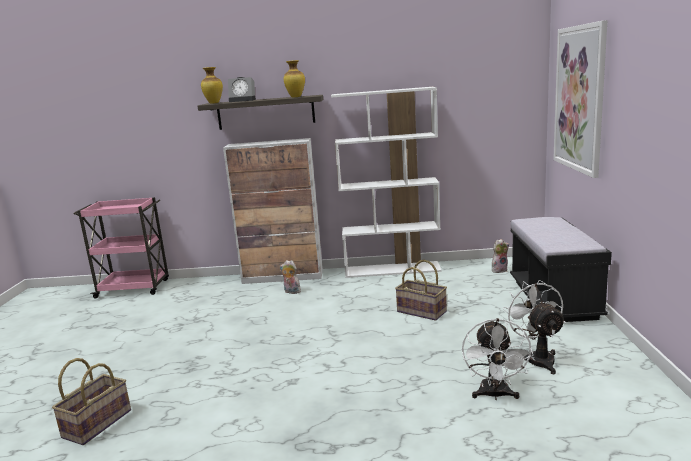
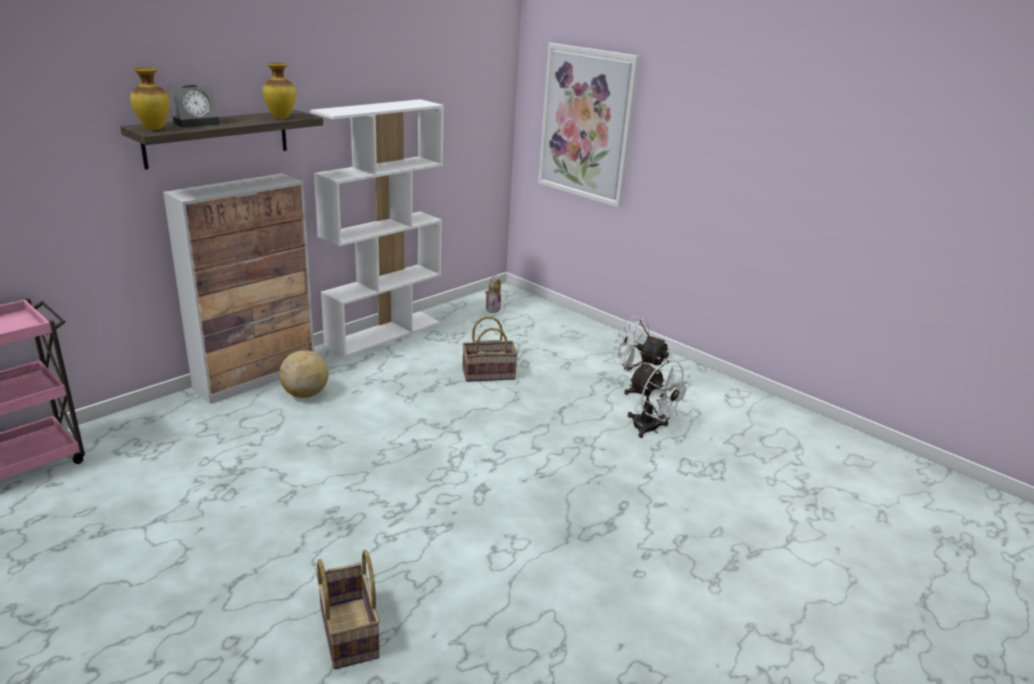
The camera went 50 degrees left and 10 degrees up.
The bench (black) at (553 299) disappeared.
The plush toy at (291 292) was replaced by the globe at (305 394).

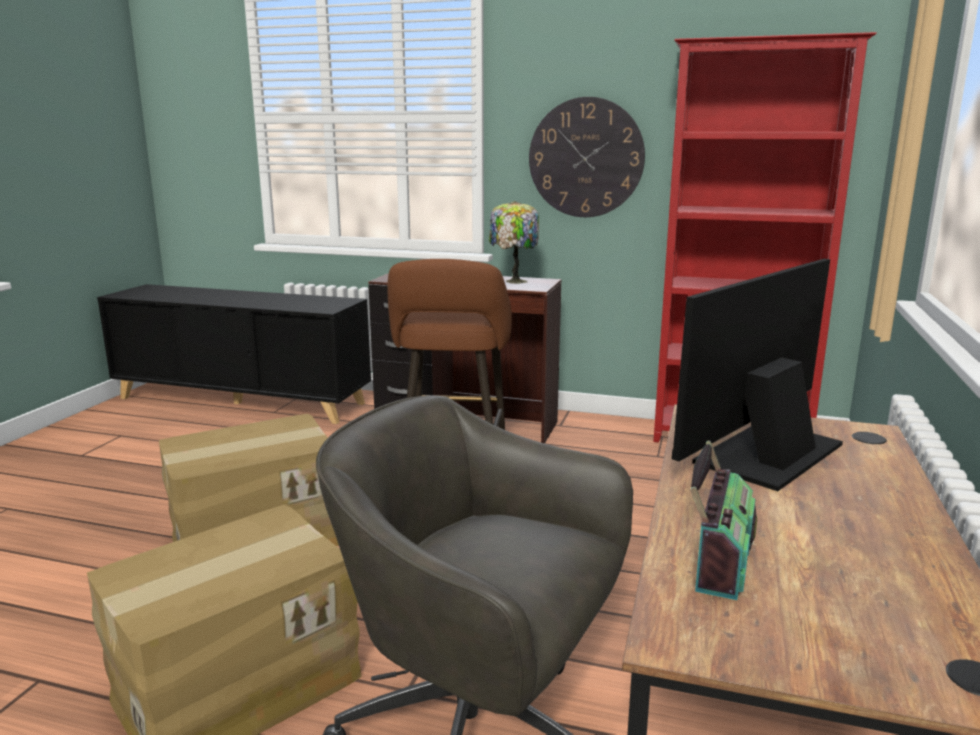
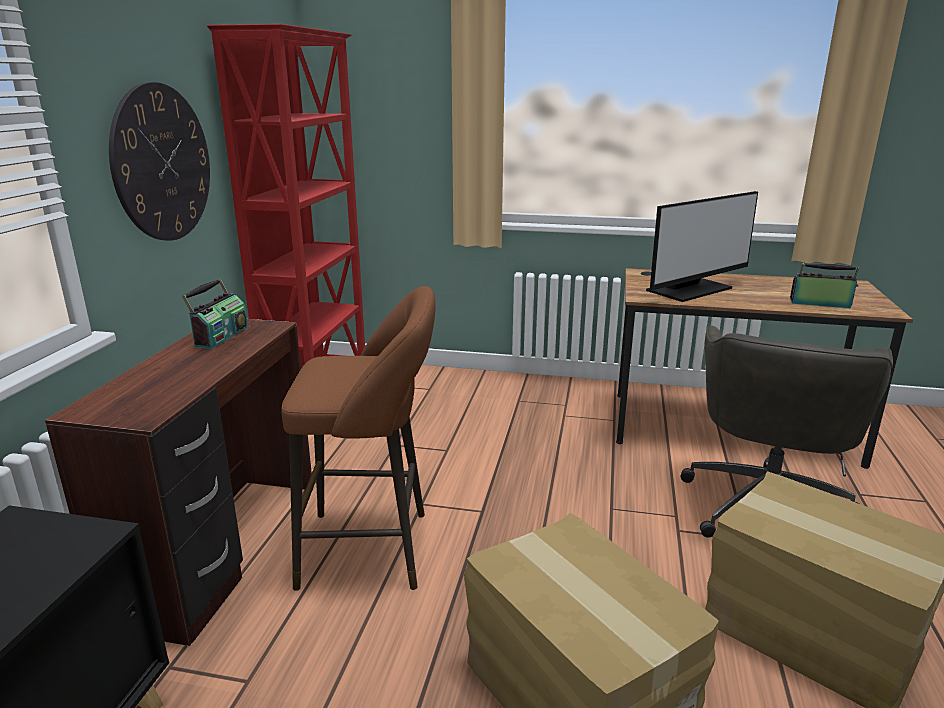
The camera went 95 degrees left and 5 degrees up.
The table lamp at (514 281) was replaced by the radio at (220 336).
The monitor at (765 453) turned 75 degrees counterclockwise.

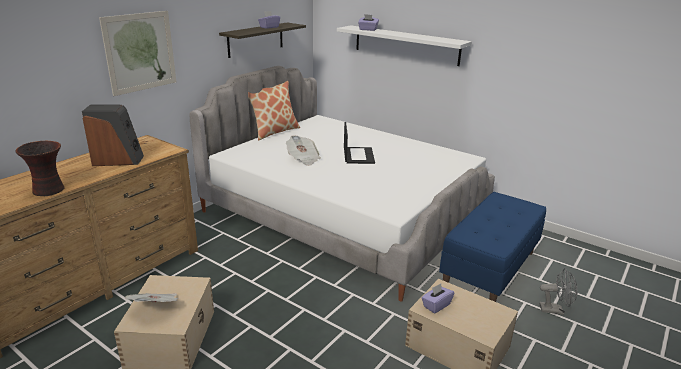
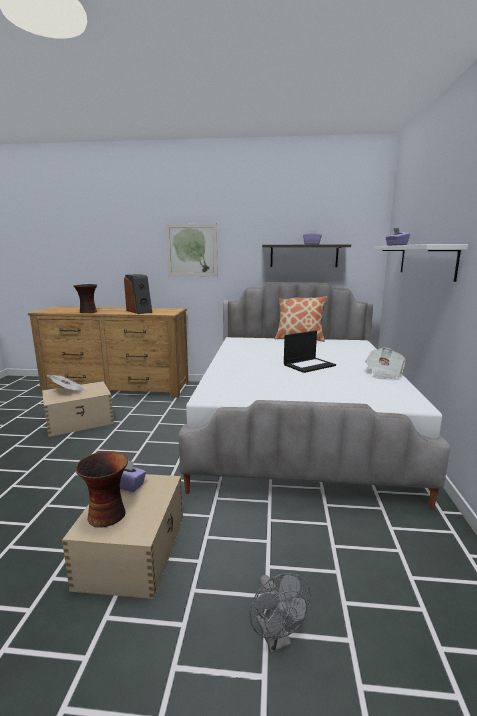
The camera went 60 degrees right and 10 degrees down.
The newspaper moved from (303 159) to (383 374).
The bench (blue) at (489 269) disappeared.
The vase at (108 514) appeared.

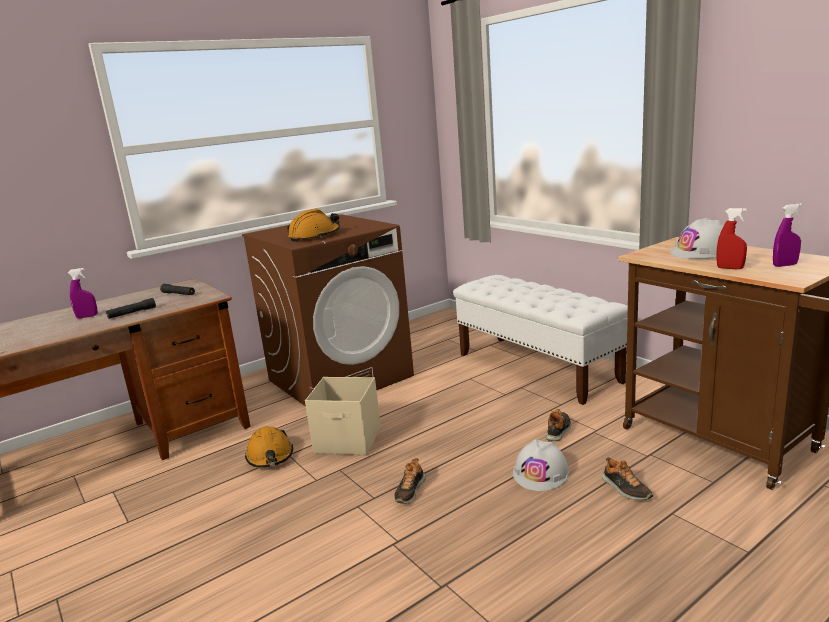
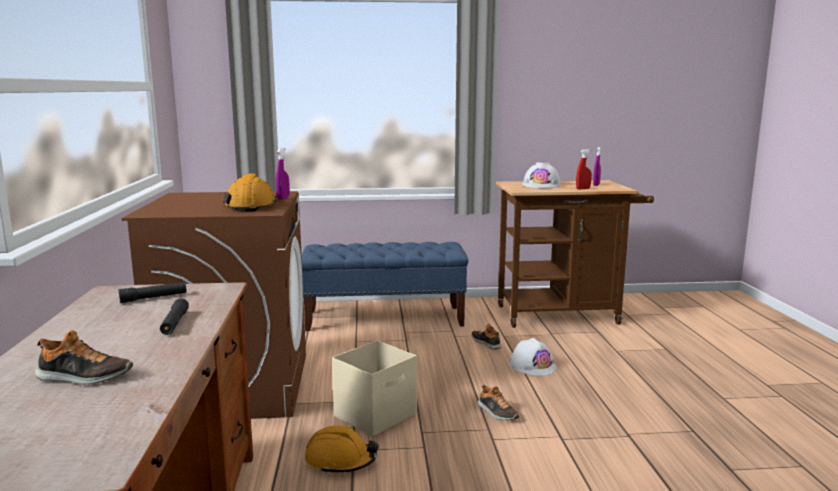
The camera went 60 degrees left and 5 degrees down.
The spray bottle (purple) moved from (87 316) to (283 198).
The bench (white) at (537 368) became the bench (blue) at (385 318).
The shoe moved from (625 489) to (84 377).

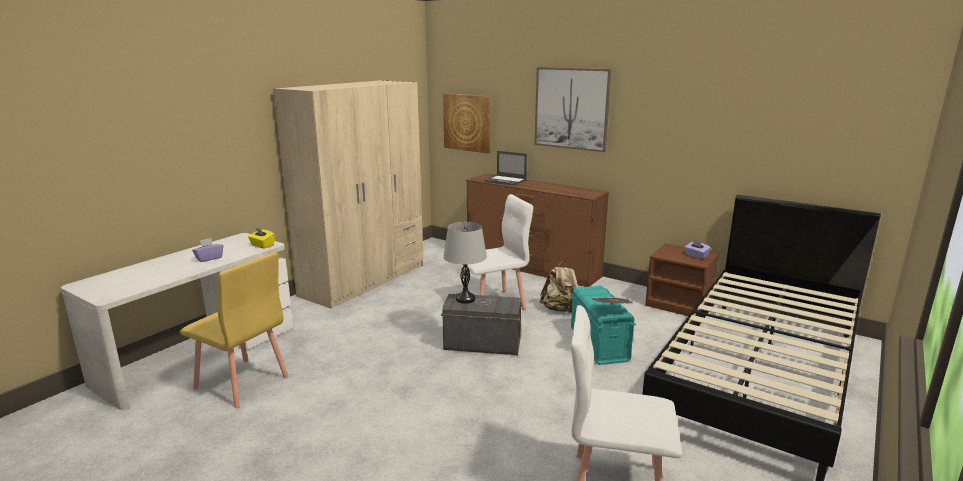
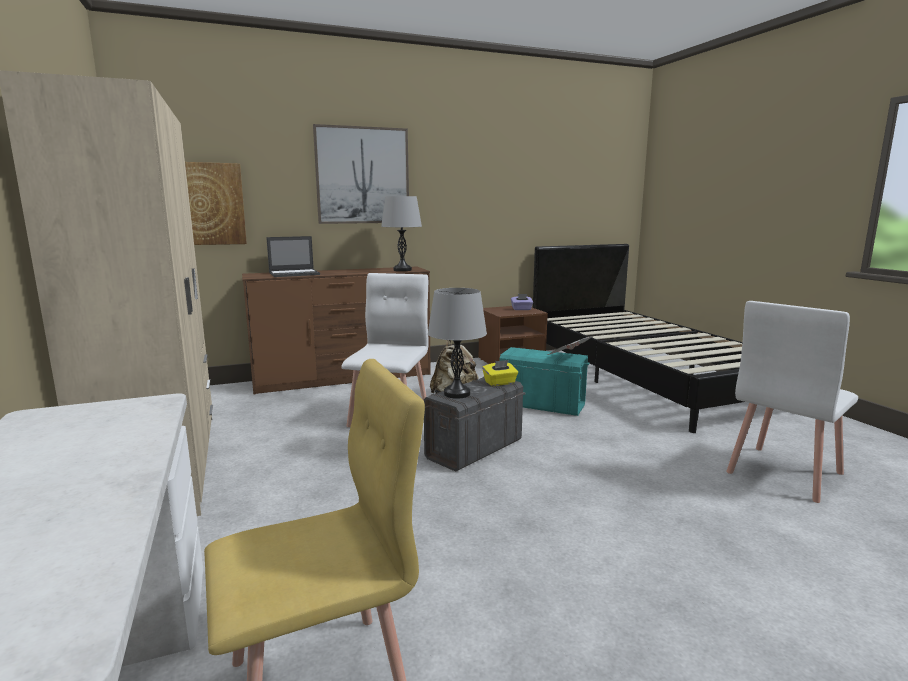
The camera went 55 degrees left and 5 degrees down.
The tissue box (yellow) moved from (262 245) to (500 383).
The tissue box (purple) at (209 258) disappeared.
The table lamp (grey) at (402 270) appeared.

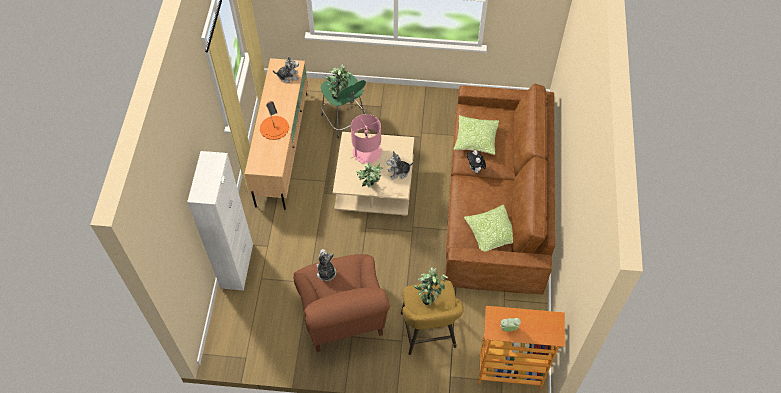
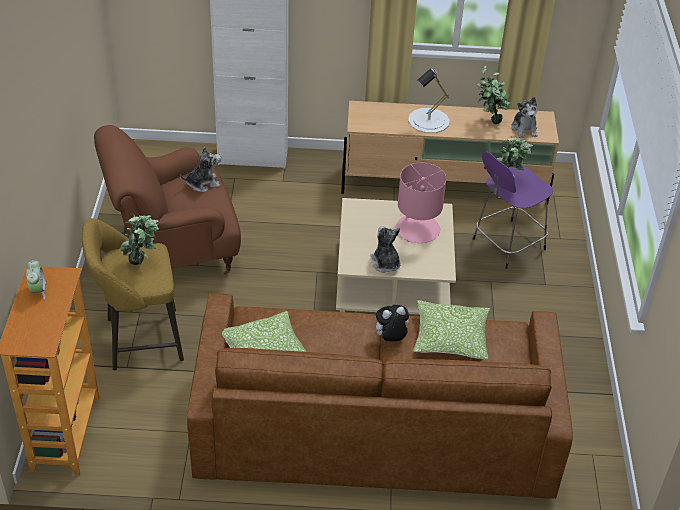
The camera went 85 degrees right and 15 degrees down.
The stool (green) at (344 121) became the stool (purple) at (506 245).
The table lamp (orange) at (274 128) became the table lamp (white) at (428 121).
The potted plant moved from (370 187) to (489 121).

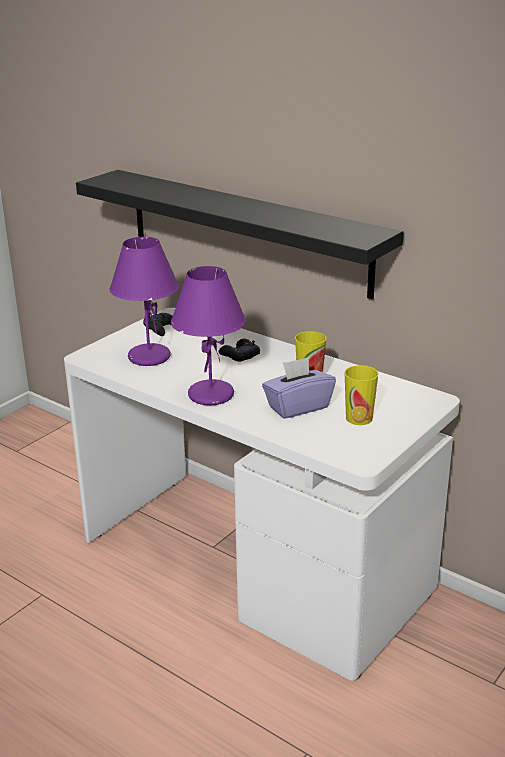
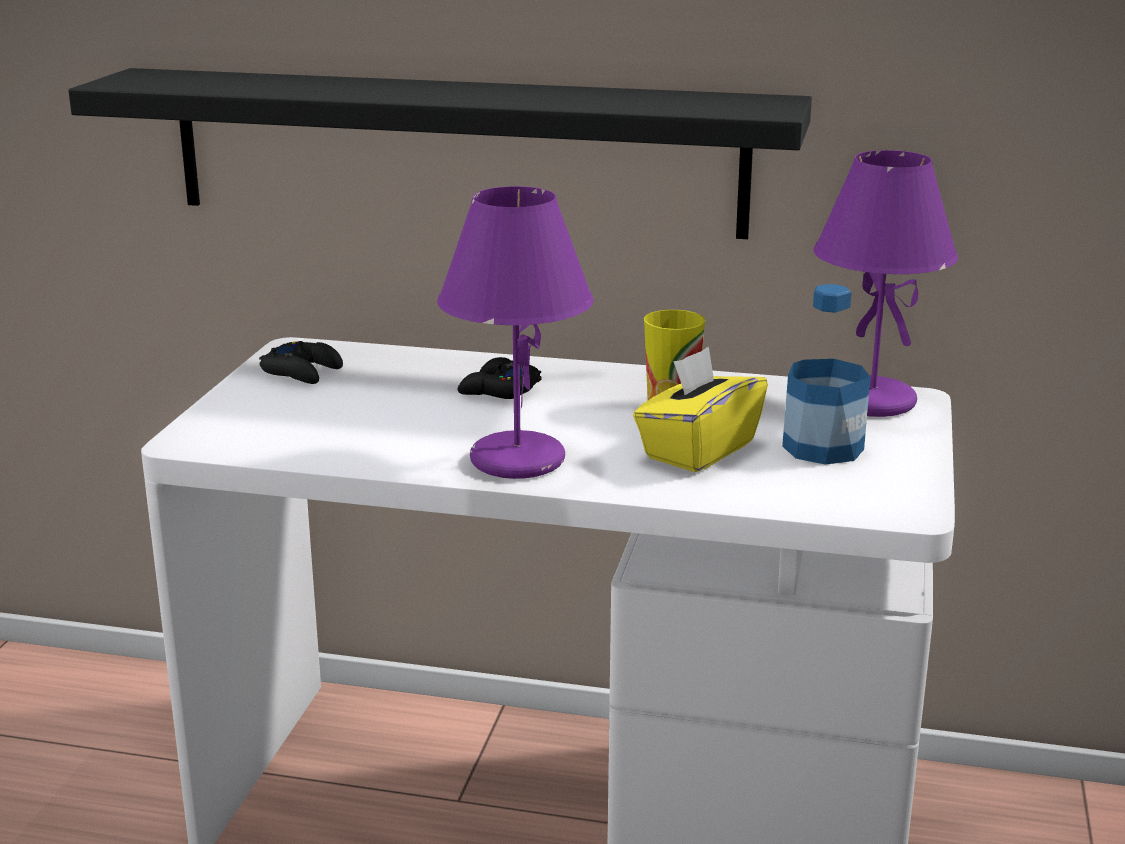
The camera went 25 degrees left and 5 degrees down.
The table lamp (purple) moved from (148 357) to (870 402).
The tissue box (purple) at (298 407) became the tissue box (yellow) at (698 450).
The cup at (359 418) was replaced by the bottle at (823 447).

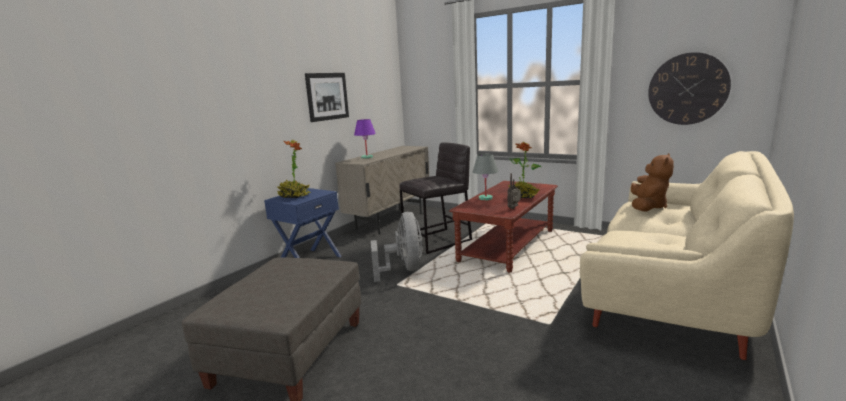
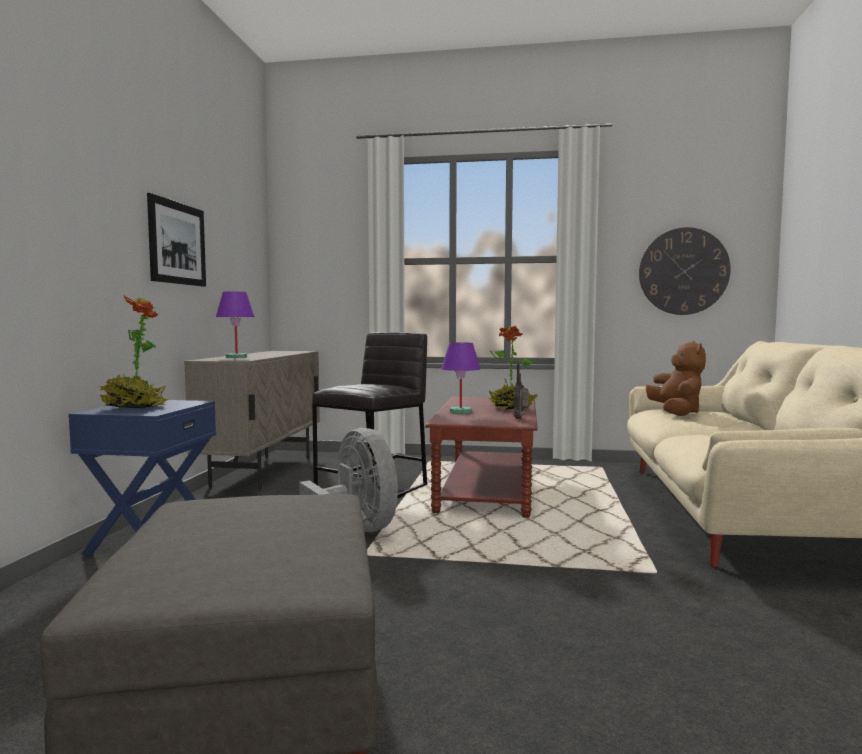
The camera went 25 degrees left and 10 degrees down.
The table lamp (grey) at (485 198) became the table lamp (purple) at (460 411).

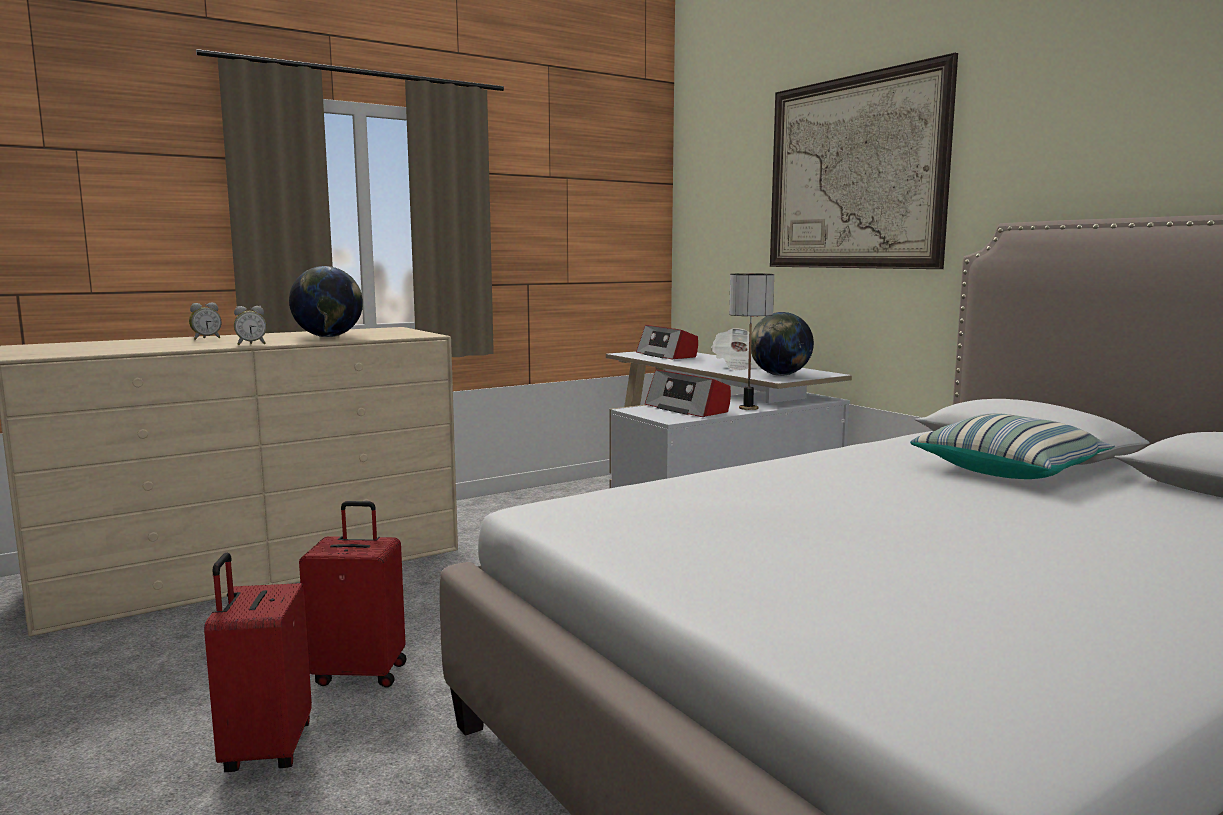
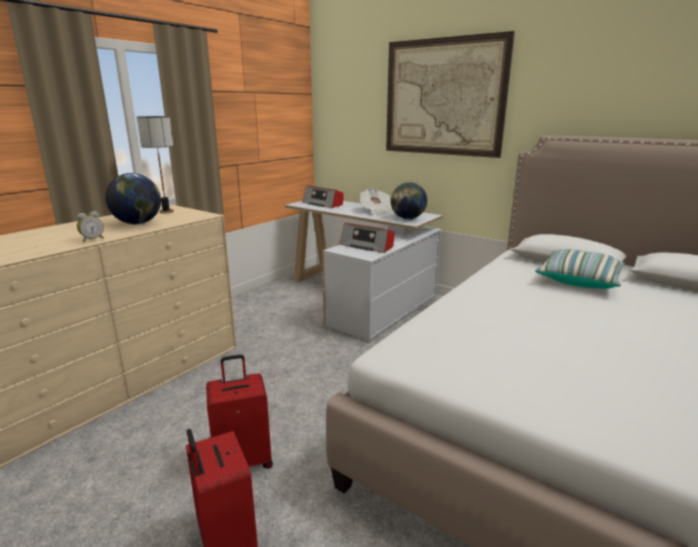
The camera went 20 degrees left and 10 degrees up.
The table lamp moved from (748 408) to (166 211).
The alarm clock at (206 338) disappeared.

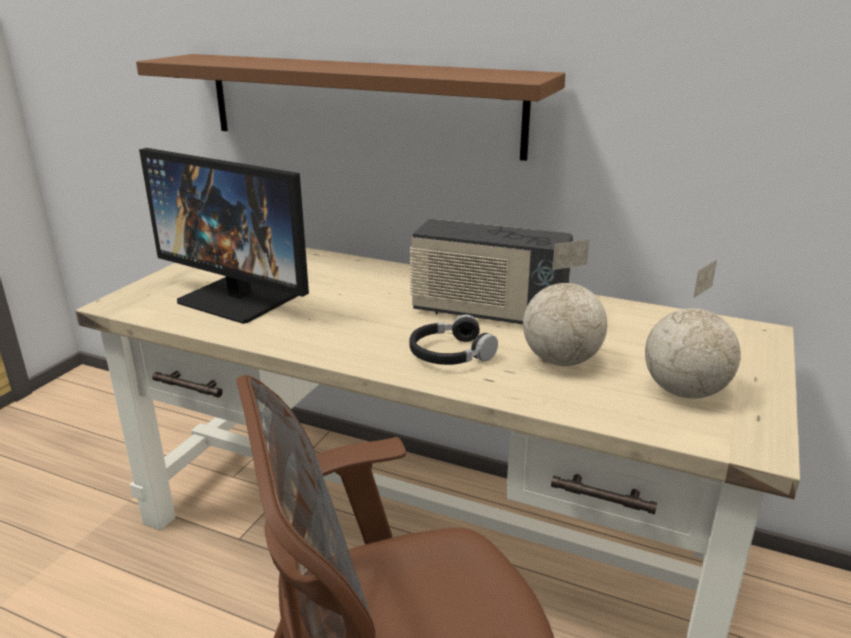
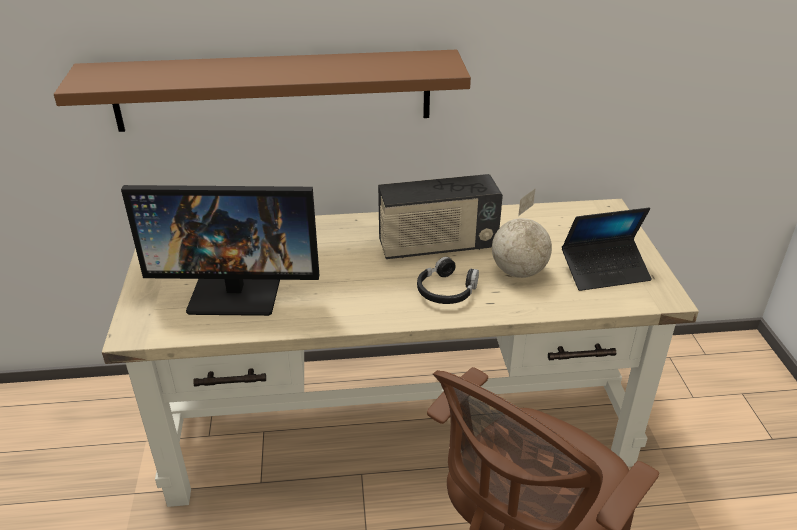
The camera went 30 degrees left and 10 degrees up.
The globe at (685 392) was replaced by the laptop at (604 271).

